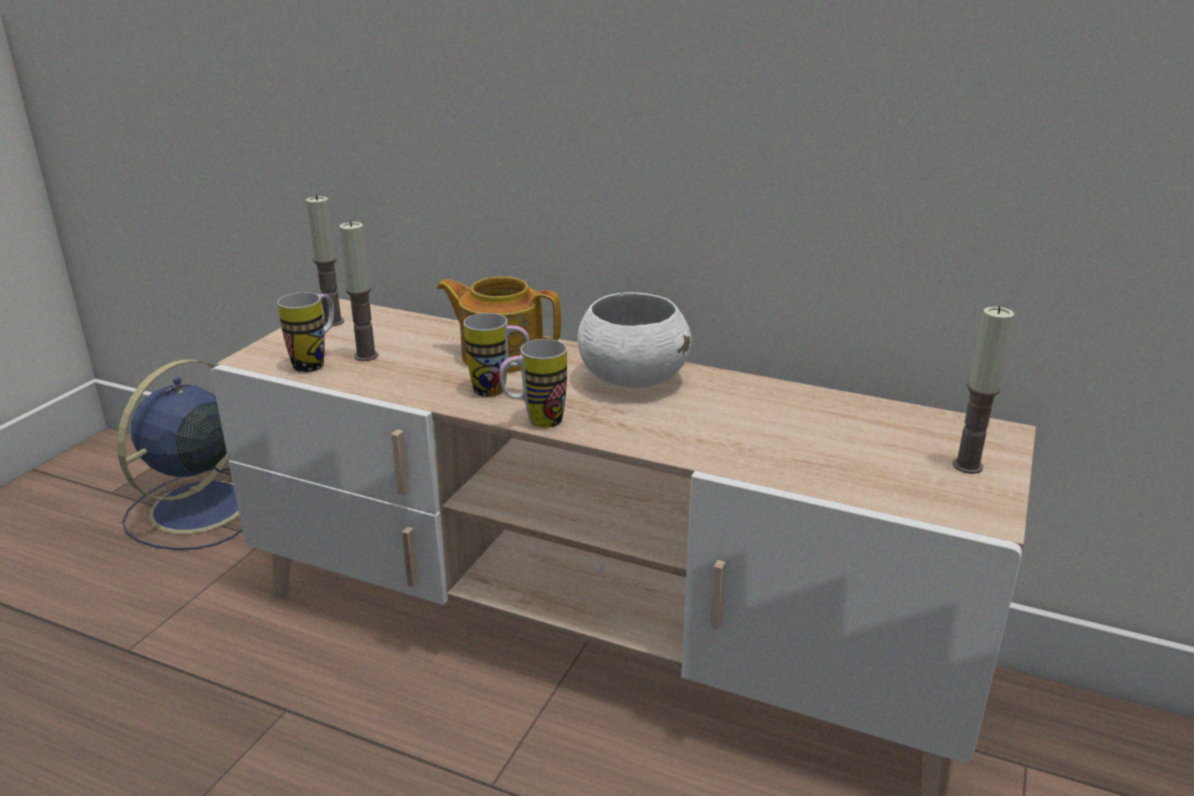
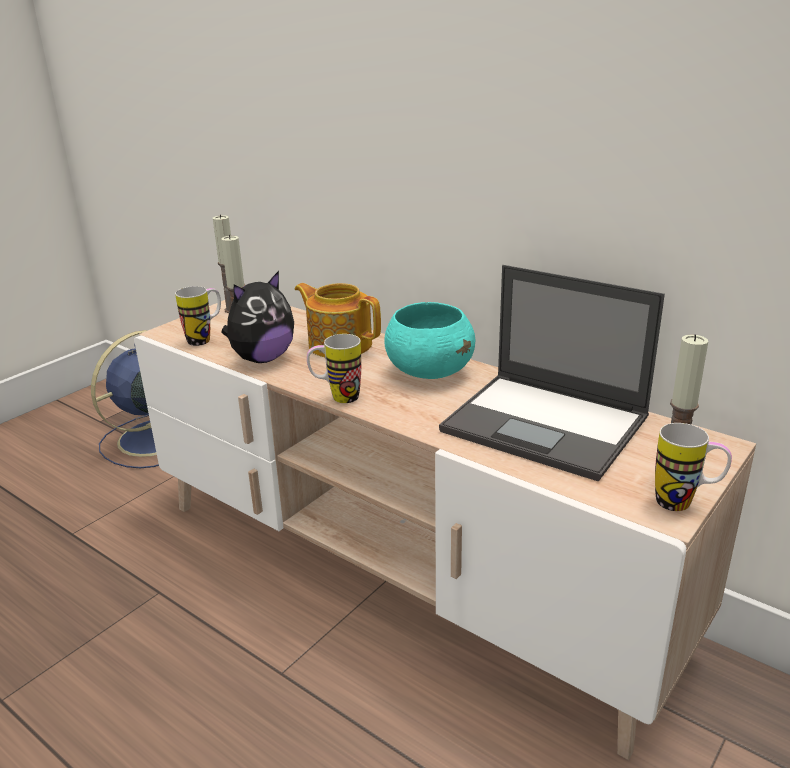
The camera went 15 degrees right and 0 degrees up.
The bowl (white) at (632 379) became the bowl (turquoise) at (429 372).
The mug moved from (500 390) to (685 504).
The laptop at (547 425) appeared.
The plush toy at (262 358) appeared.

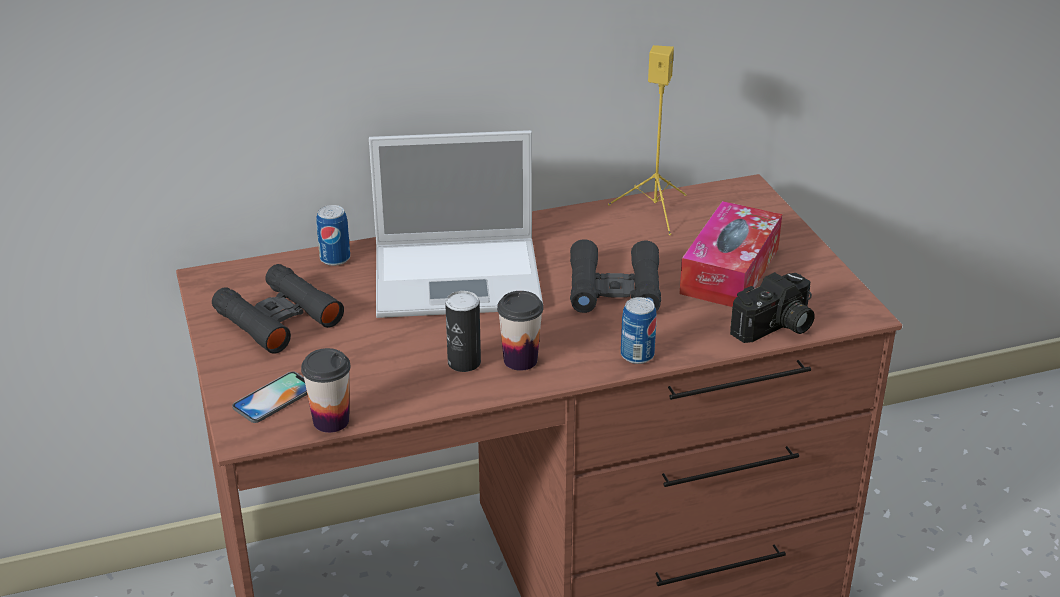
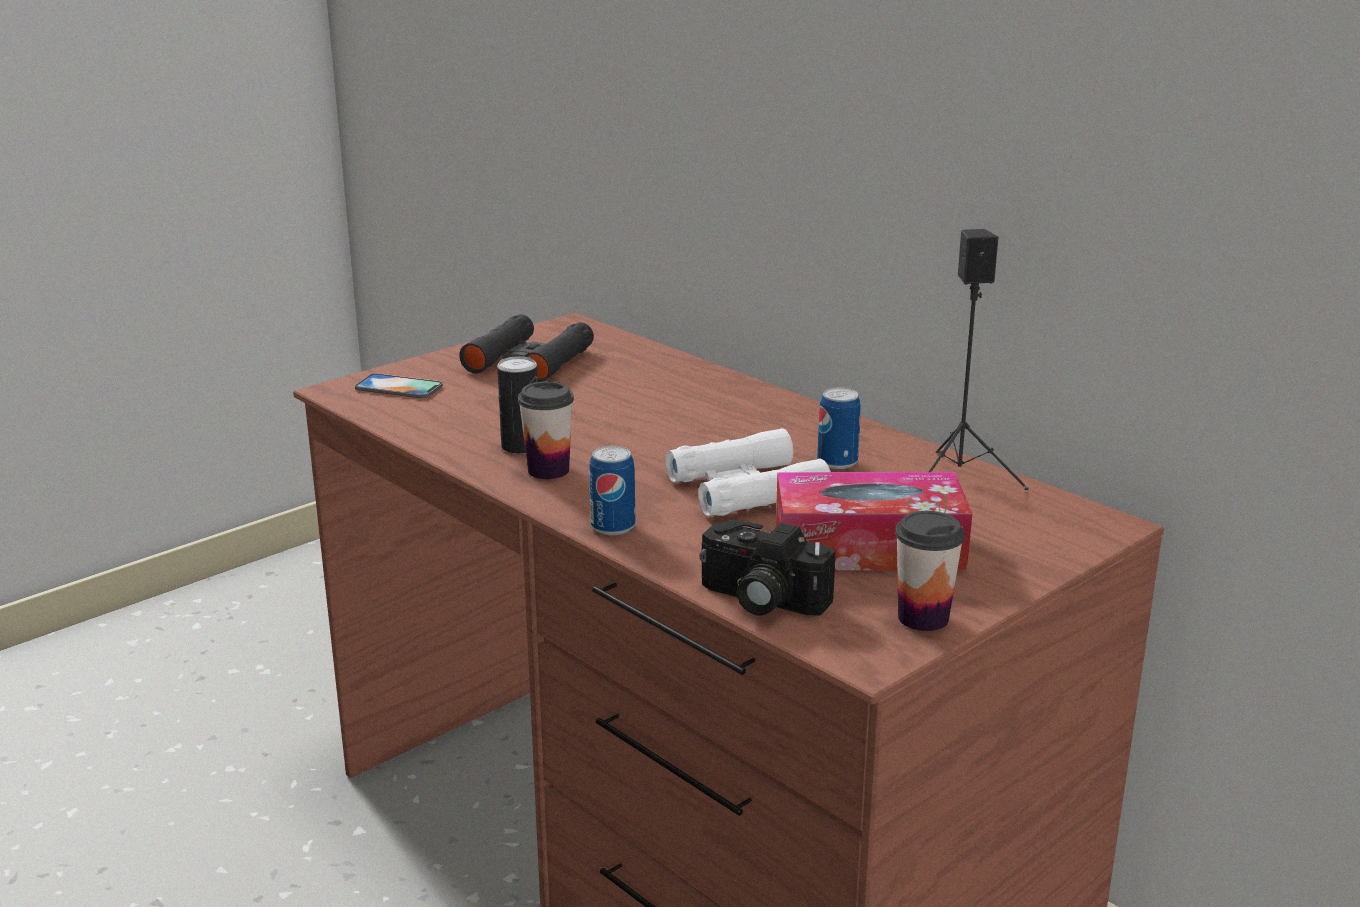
The camera went 65 degrees right and 10 degrees down.
The speaker (yellow) at (655 210) became the speaker (black) at (960 479).
The laptop at (461 277) disappeared.
The can moved from (335 258) to (837 462).
The binoculars (black) at (614 288) became the binoculars (white) at (746 489).
The cup moved from (331 421) to (923 618).

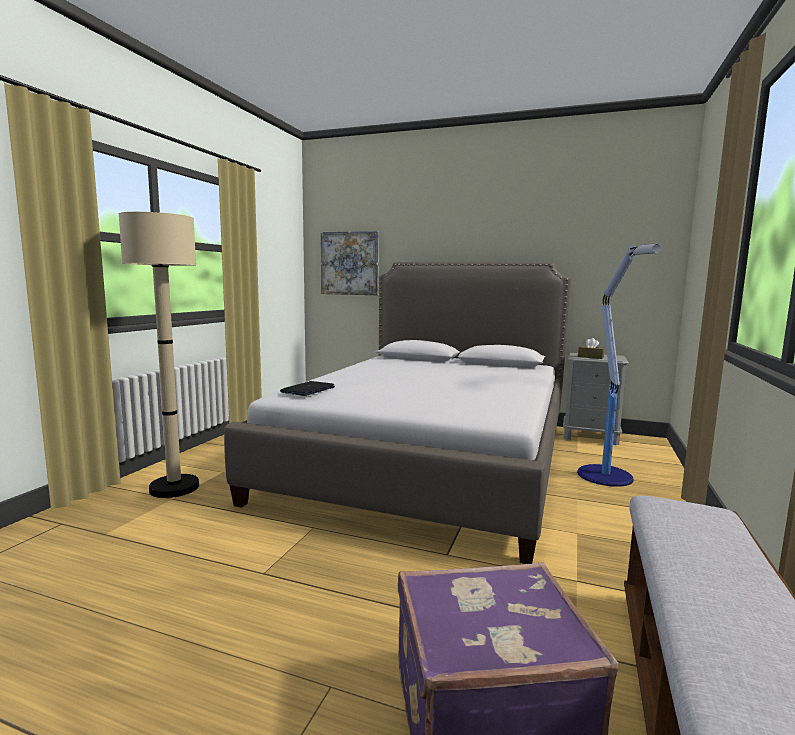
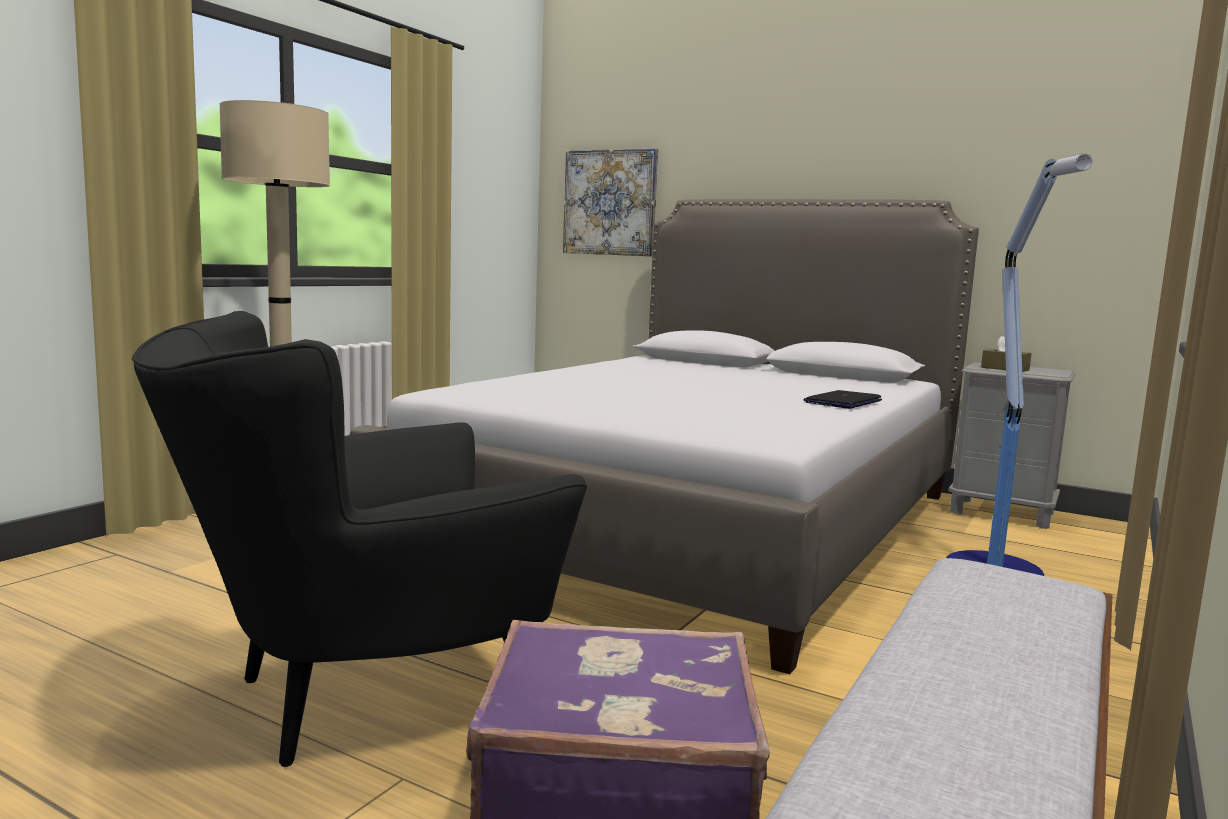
The camera went 10 degrees right and 0 degrees up.
The laptop moved from (308 390) to (843 402).
The armchair (black) at (361 697) appeared.

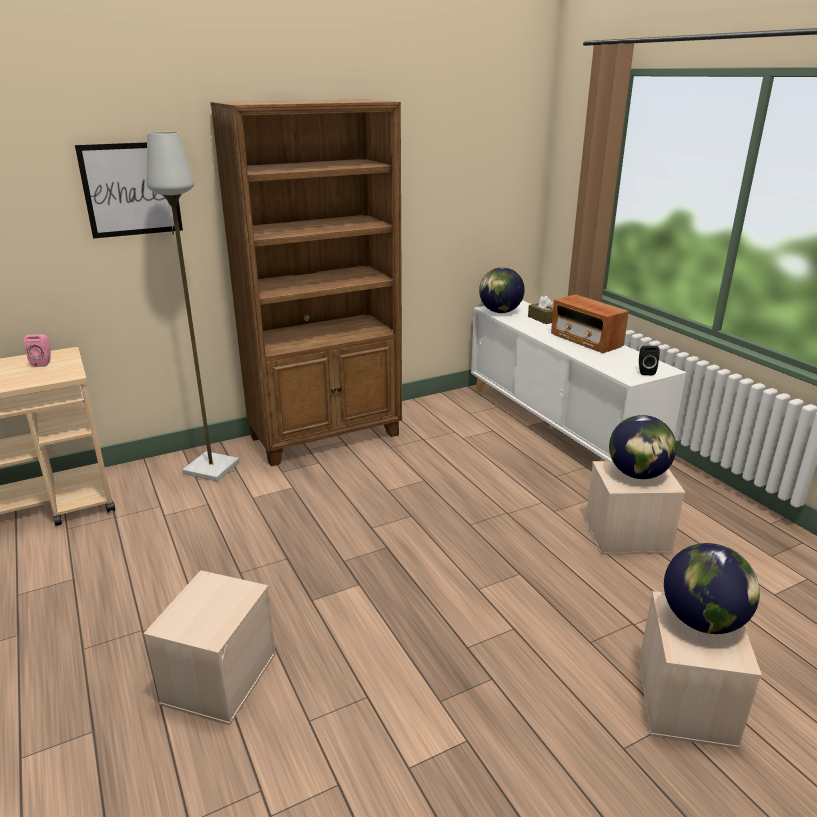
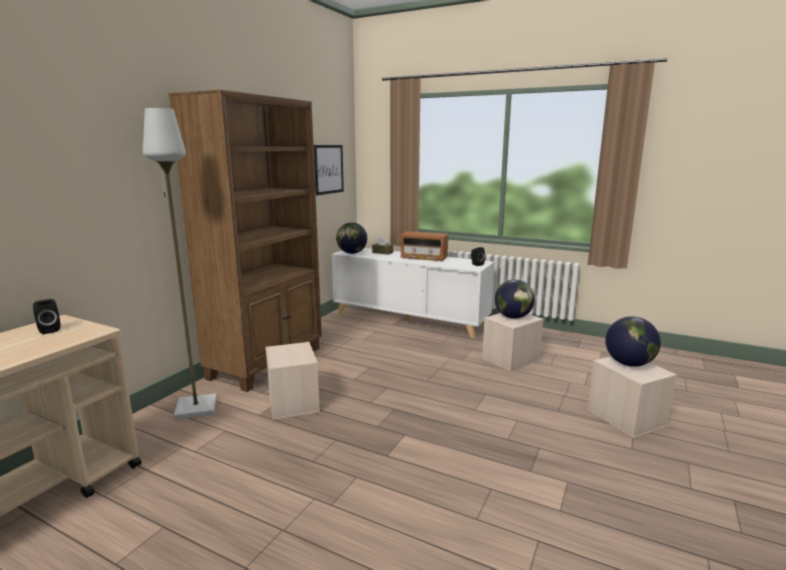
The camera went 35 degrees left and 10 degrees down.
The picture moved from (131 189) to (328 169).
The speaker (pink) at (43 363) became the speaker (black) at (49 330).
The storage box (beige) moved from (219 676) to (292 402).

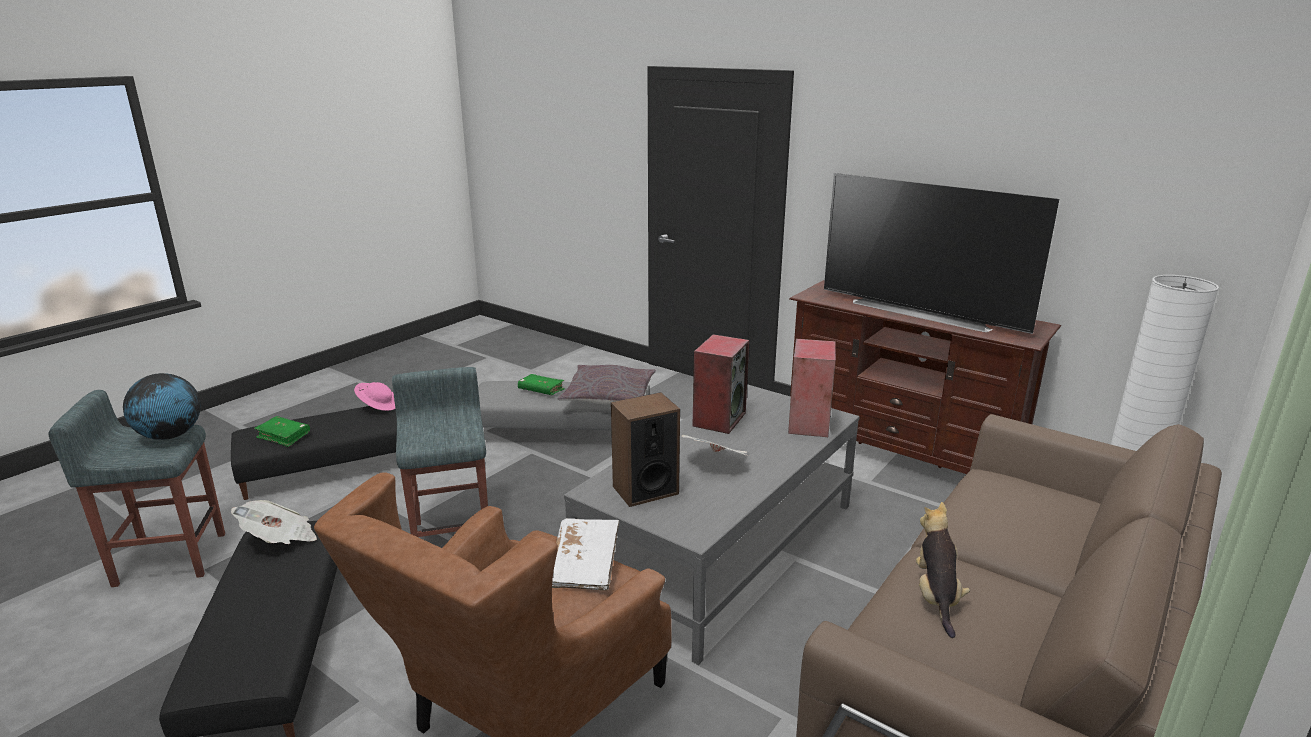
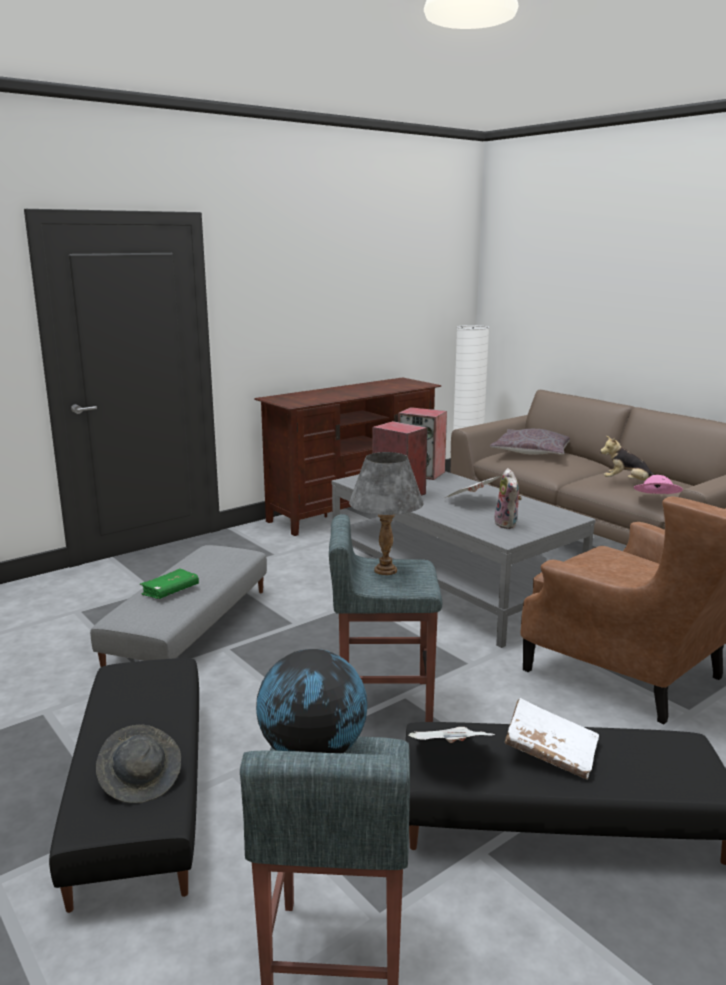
The camera went 75 degrees left and 5 degrees down.
The television at (923 312) disappeared.
The pillow (grey) moved from (608 396) to (533 452).
The hat (pink) moved from (378 406) to (656 499).
The speaker at (645 490) was replaced by the plush toy at (507 524).
The book (green) at (284 436) was replaced by the hat (grey) at (141 779).
The book (white) moved from (585 566) to (550 751).
The table lamp (grey) at (386 570) appeared.

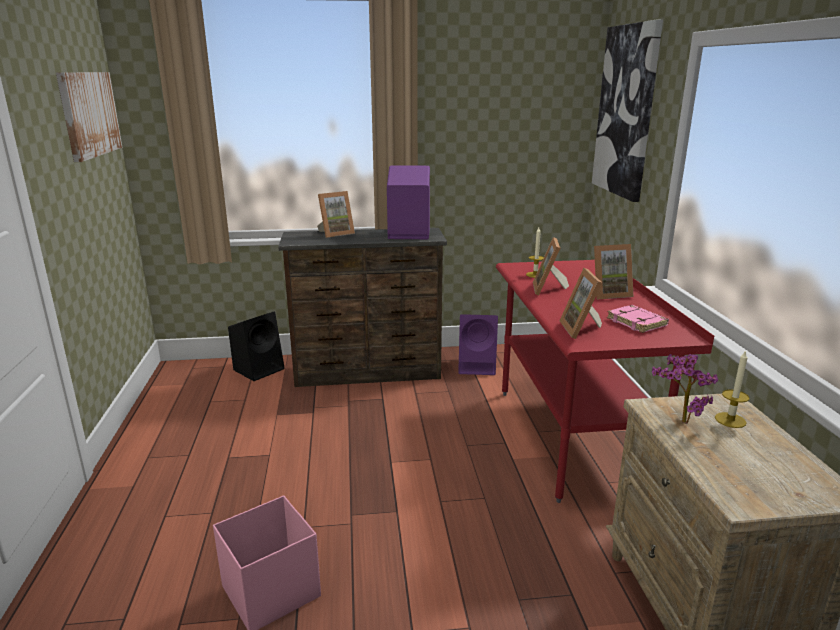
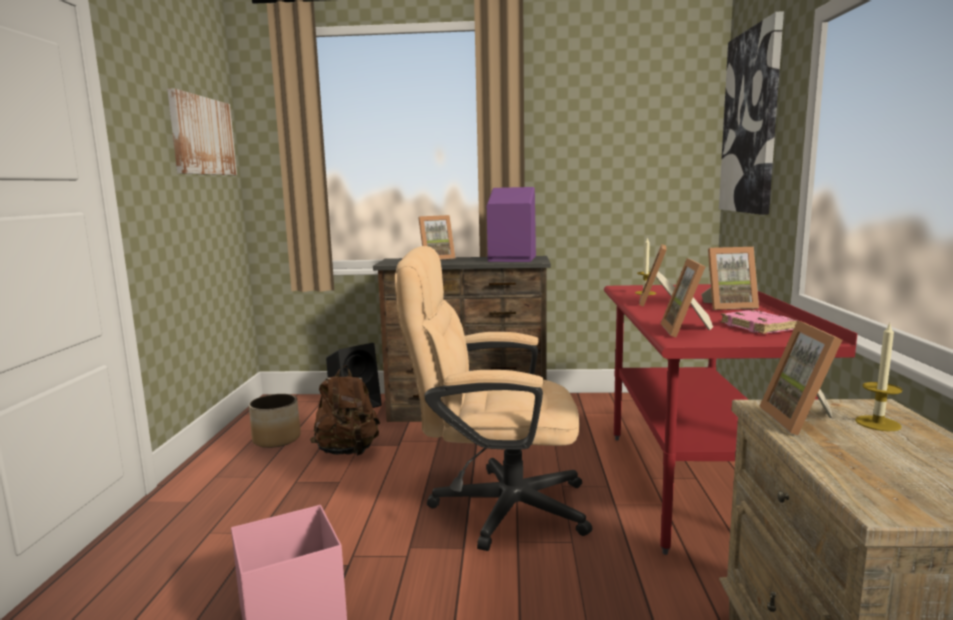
The camera went 10 degrees right and 10 degrees down.
The speaker (purple) at (478 366) disappeared.
The potted plant at (679 420) was replaced by the picture frame at (803 420).
The office chair (beige) at (494 506) appeared.
The backpack (brown) at (348 451) appeared.
The planter at (277 439) appeared.

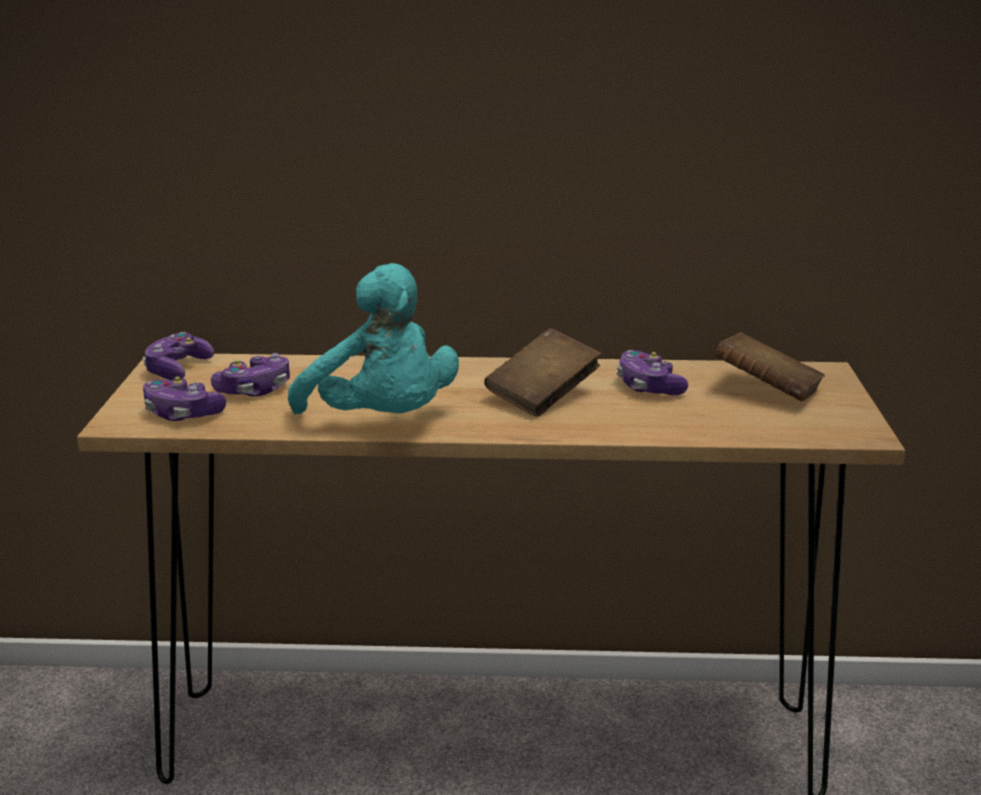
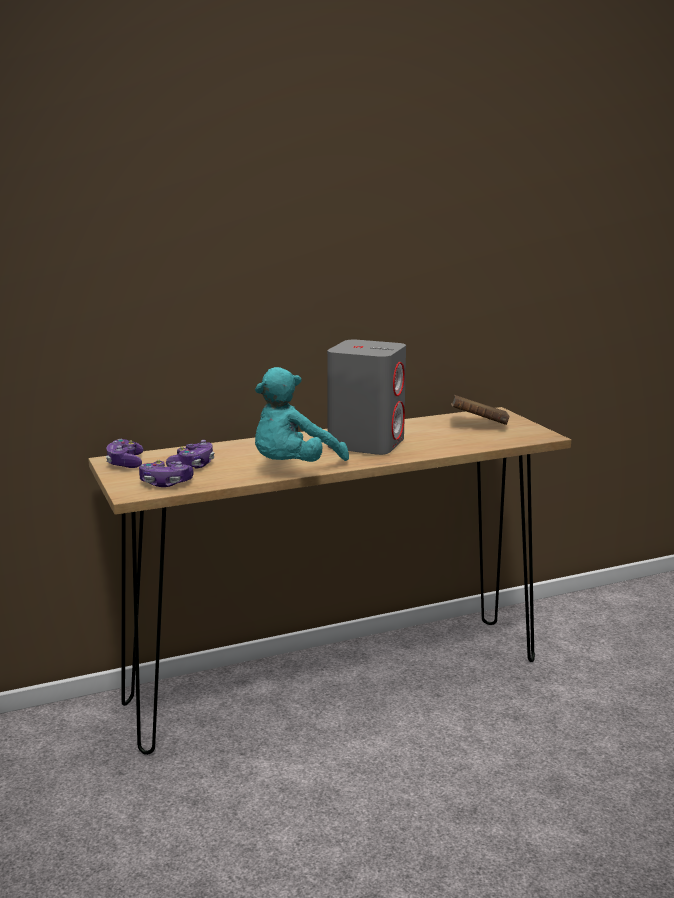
The camera went 25 degrees left and 5 degrees down.
The plush toy (turquoise) at (382 421) turned 105 degrees clockwise.
The book (brown) at (543 396) was replaced by the speaker (grey) at (366 443).
The game controller at (648 387) disappeared.

